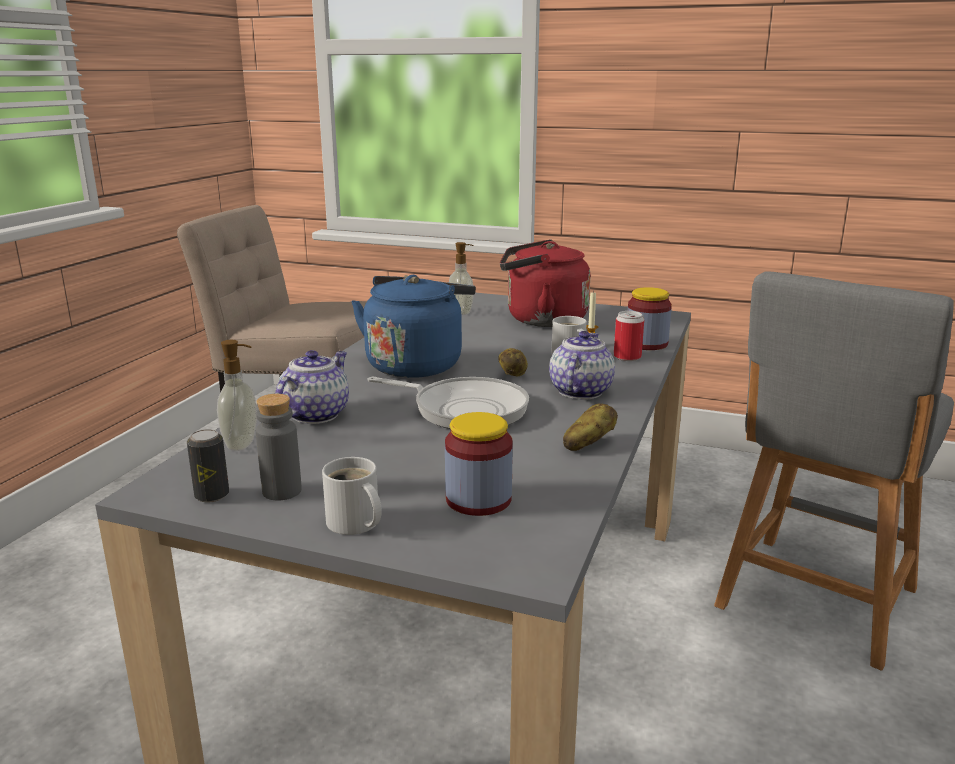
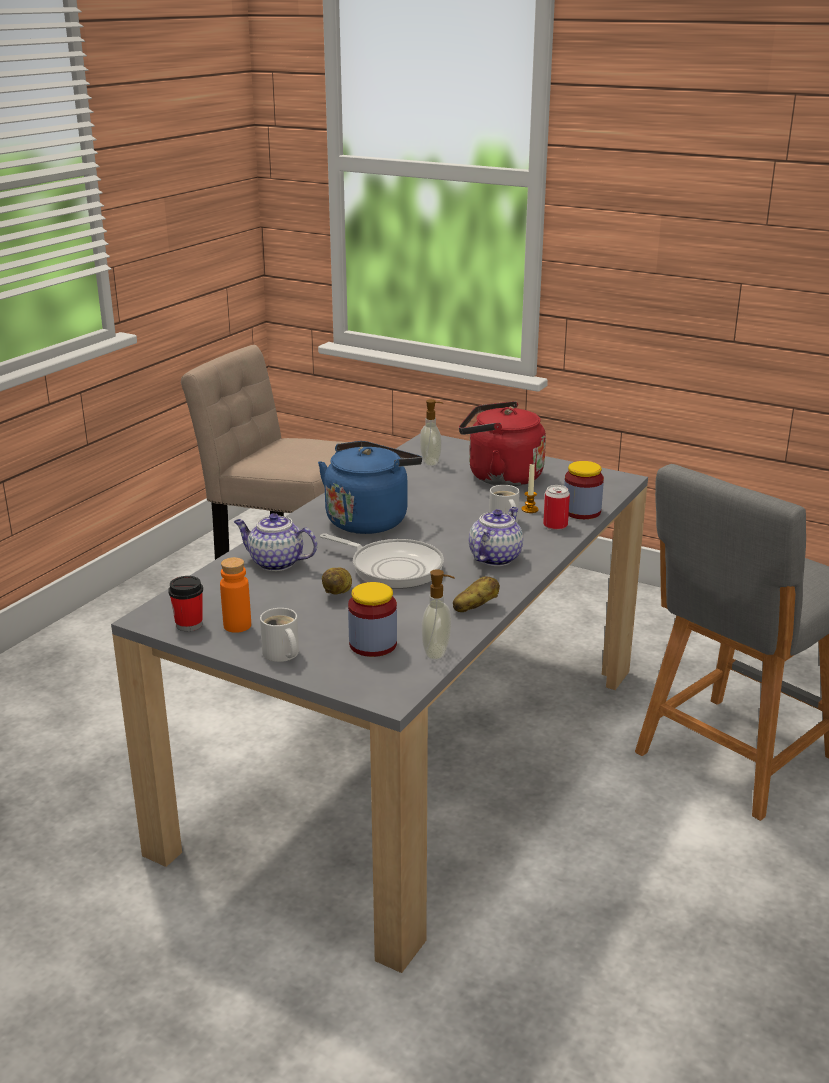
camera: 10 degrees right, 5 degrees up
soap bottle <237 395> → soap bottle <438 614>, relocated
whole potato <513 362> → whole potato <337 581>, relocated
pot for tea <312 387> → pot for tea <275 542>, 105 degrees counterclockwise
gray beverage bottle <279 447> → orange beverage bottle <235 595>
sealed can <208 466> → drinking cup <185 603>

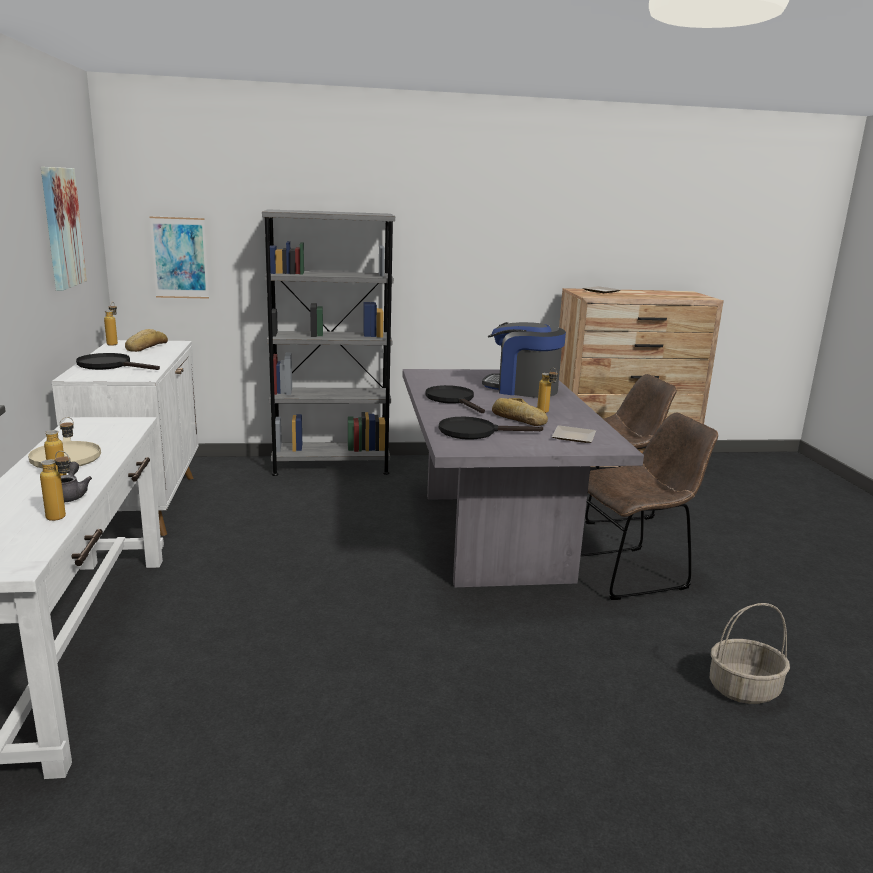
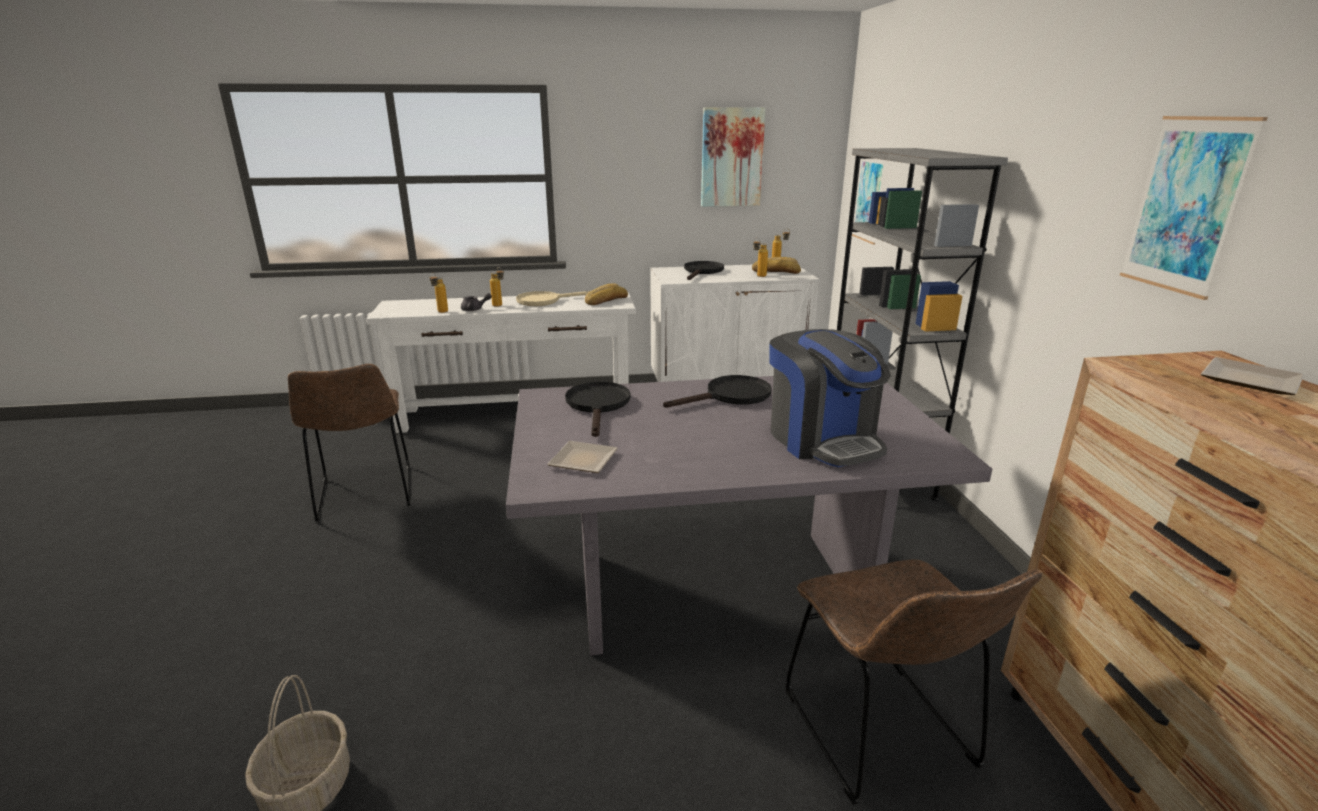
camera: 90 degrees right, 5 degrees up
coffee machine <524 360> → coffee machine <830 398>, 135 degrees clockwise
beverage bottle <547 390> → beverage bottle <760 257>, relocated
bakery bread <520 412> → bakery bread <606 294>, relocated
brown-coloured chair <649 506> → brown-coloured chair <349 442>, relocated
- → wall picture <1194 208>

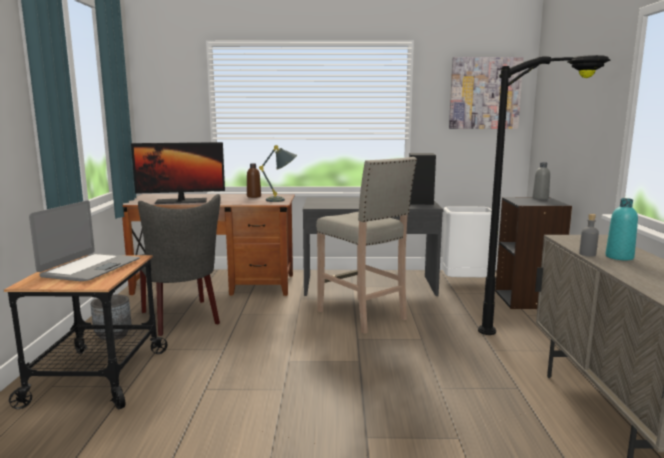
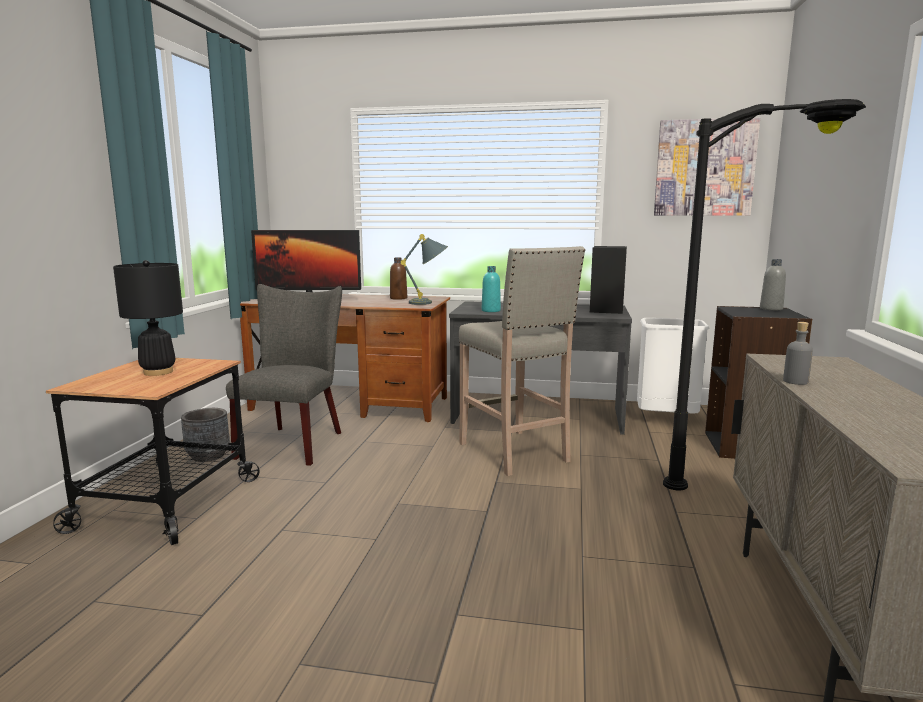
camera: 10 degrees right, 0 degrees up
gray chair <179 265> → gray chair <284 375>, 150 degrees counterclockwise
turquoise beverage bottle <622 229> → turquoise beverage bottle <491 289>, relocated
portable computer <84 241> → blackish lamp for a table <148 318>

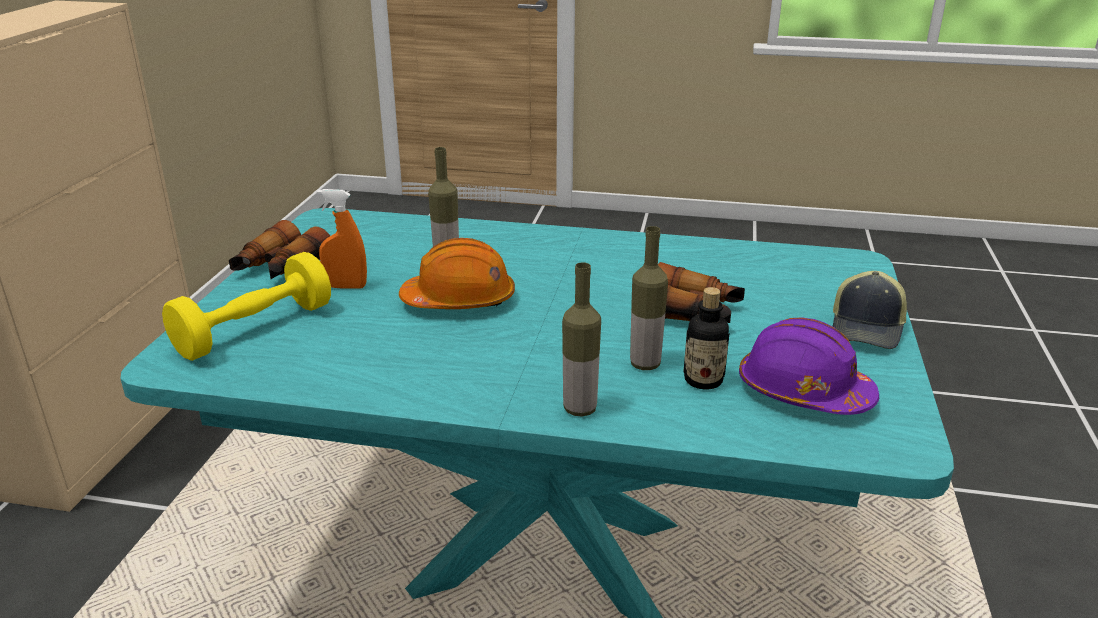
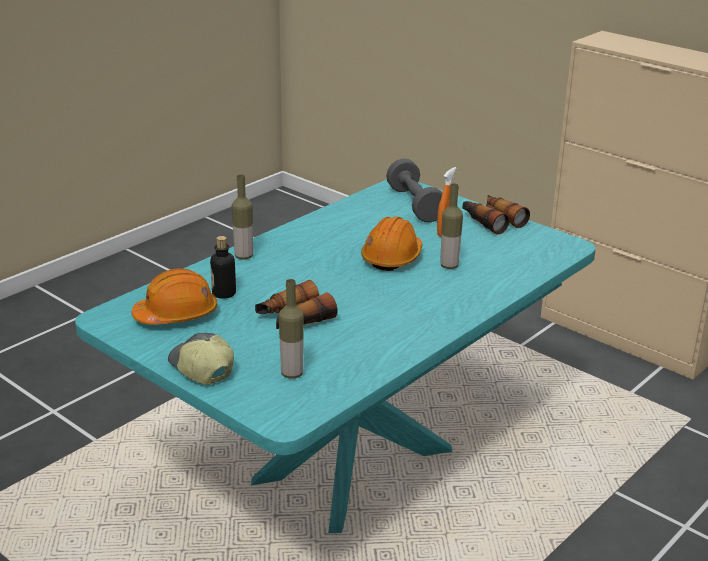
camera: 120 degrees right, 0 degrees up
beverage bottle <649 298> → beverage bottle <291 329>, relocated
yellow-coloured hand weight <246 306> → gray hand weight <414 190>
purple safety helmet <809 366> → orange safety helmet <174 296>

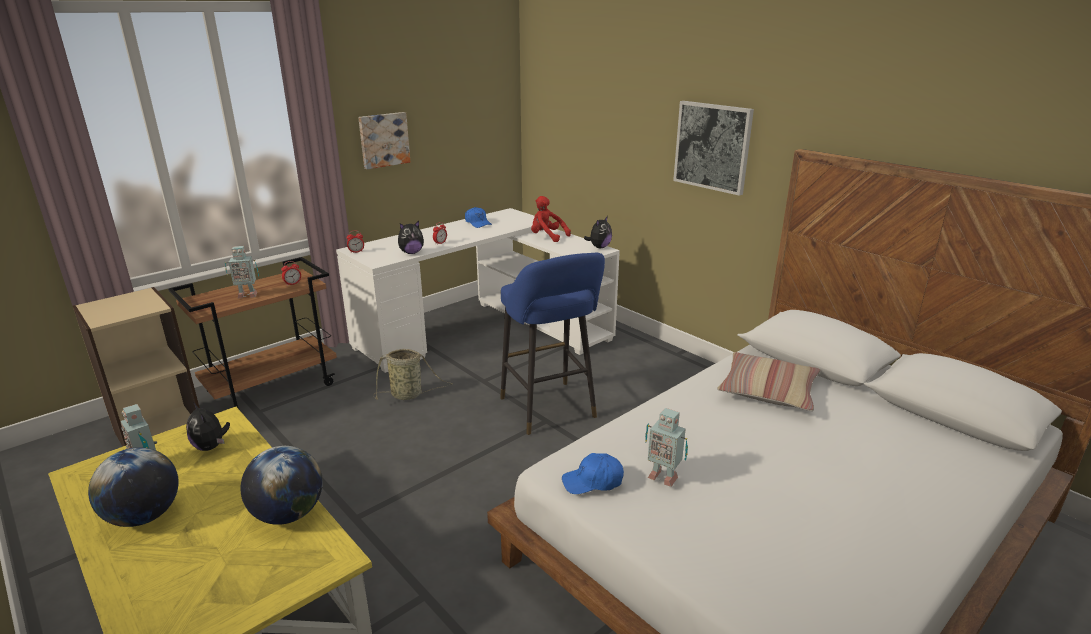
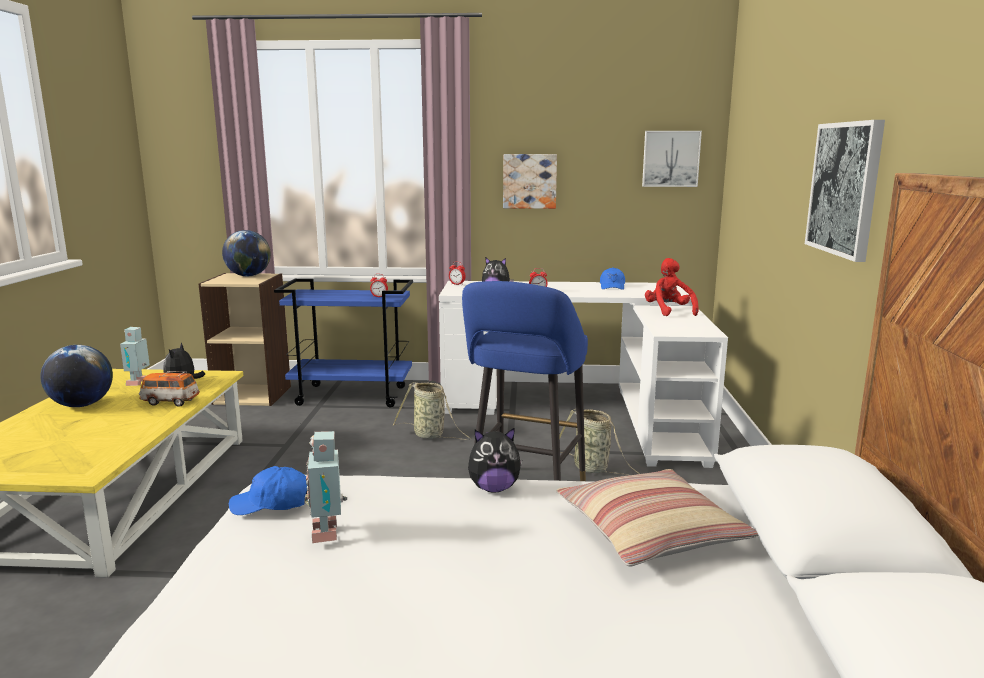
camera: 45 degrees right, 10 degrees down
plush toy <598 232> → plush toy <495 460>, relocated
robot figure <242 272> → -
brown-coloured wheeled cart <252 333> → blue-coloured wheeled cart <343 343>
world globe <281 485> → world globe <246 253>, relocated
blue-coloured cap <593 473> → blue-coloured cap <268 490>, 45 degrees counterclockwise
- → wall picture <672 159>
- → toy car <169 389>
- → storage basket <599 442>

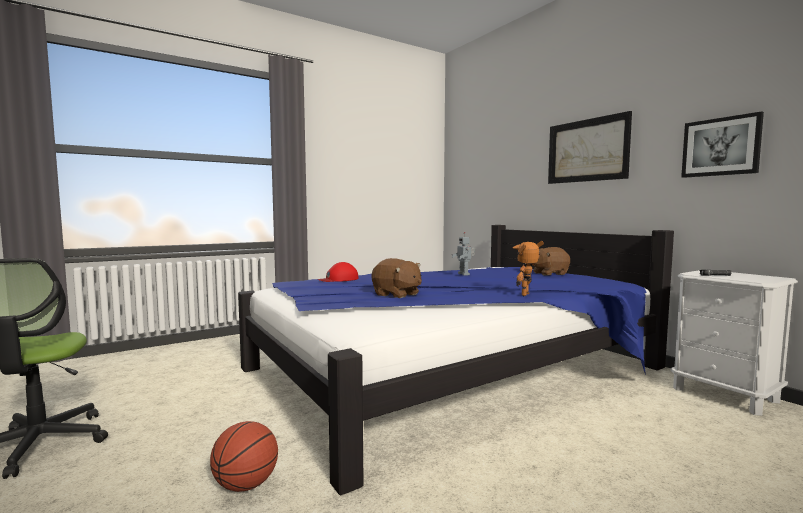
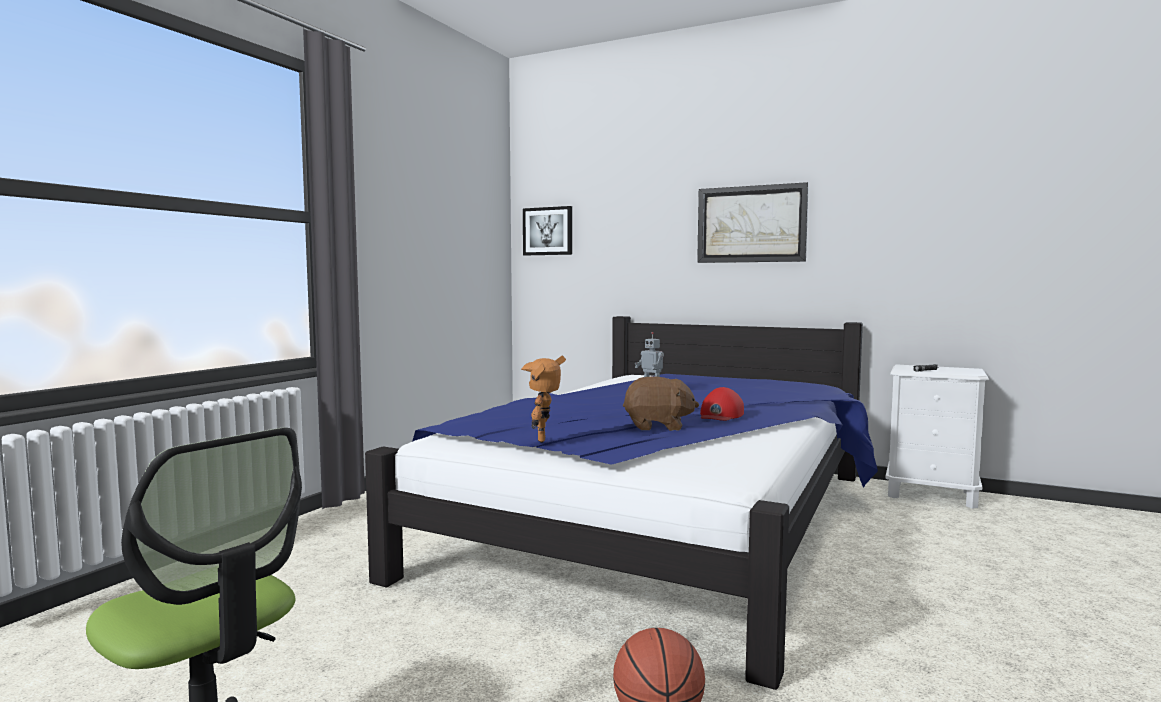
camera: 30 degrees left, 0 degrees up
wall picture <722 144> → wall picture <547 230>, relocated
robot figure <528 268> → robot figure <543 399>, relocated
brown-coloured plush toy <551 261> → -
reddish cap <338 272> → reddish cap <722 404>, relocated

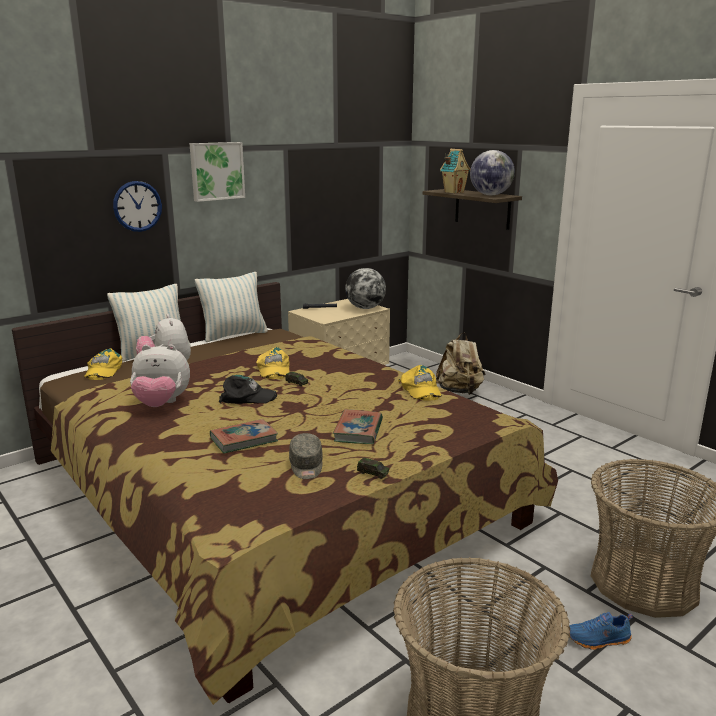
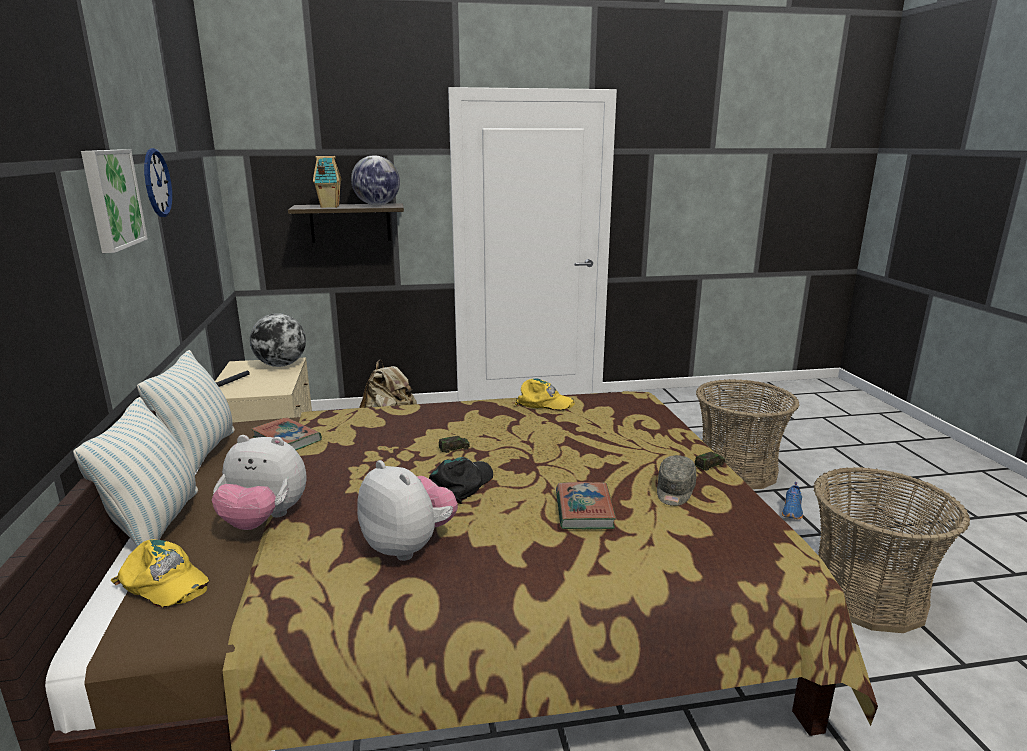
camera: 60 degrees left, 0 degrees up
wall clock <137 206> → wall clock <158 182>, relocated
plush toy <160 376> → plush toy <407 510>, 75 degrees counterclockwise
yellow-coloured cap <273 363> → -
volume <358 426> → volume <286 433>, relocated
gray cap <305 456> → gray cap <676 480>, 90 degrees clockwise

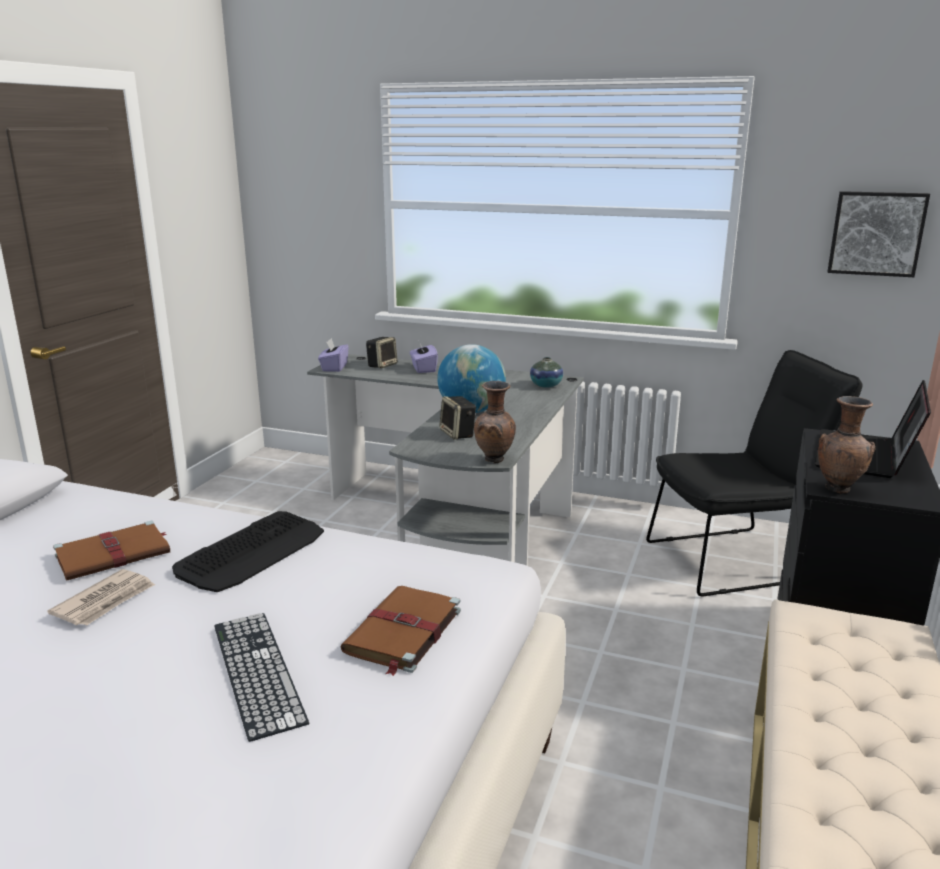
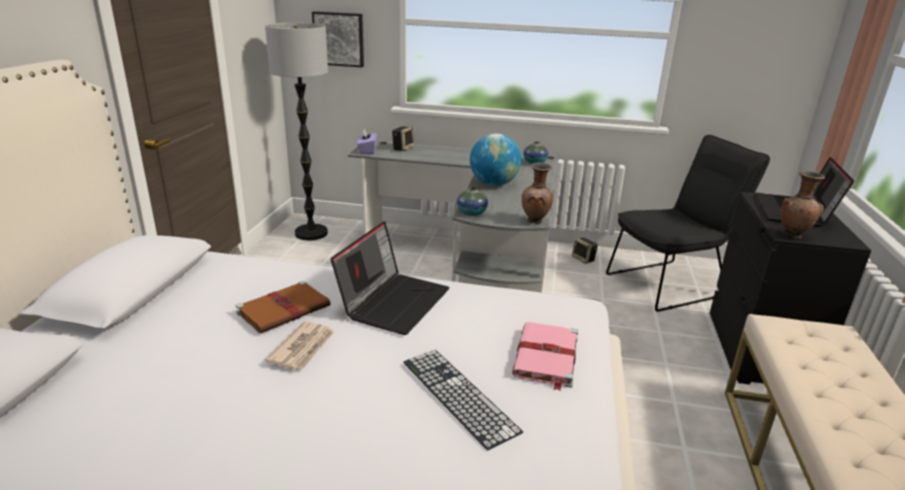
camera: 10 degrees left, 5 degrees up
wall picture <878 234> → wall picture <338 39>, relocated
purple tissue box <424 358> → -
speaker <457 418> → speaker <585 250>, relocated
keyboard <248 551> → portable computer <390 278>
brown-coloured volume <401 631> → pink-coloured volume <545 356>
- → floor lamp <296 131>
- → flower vase <472 201>

